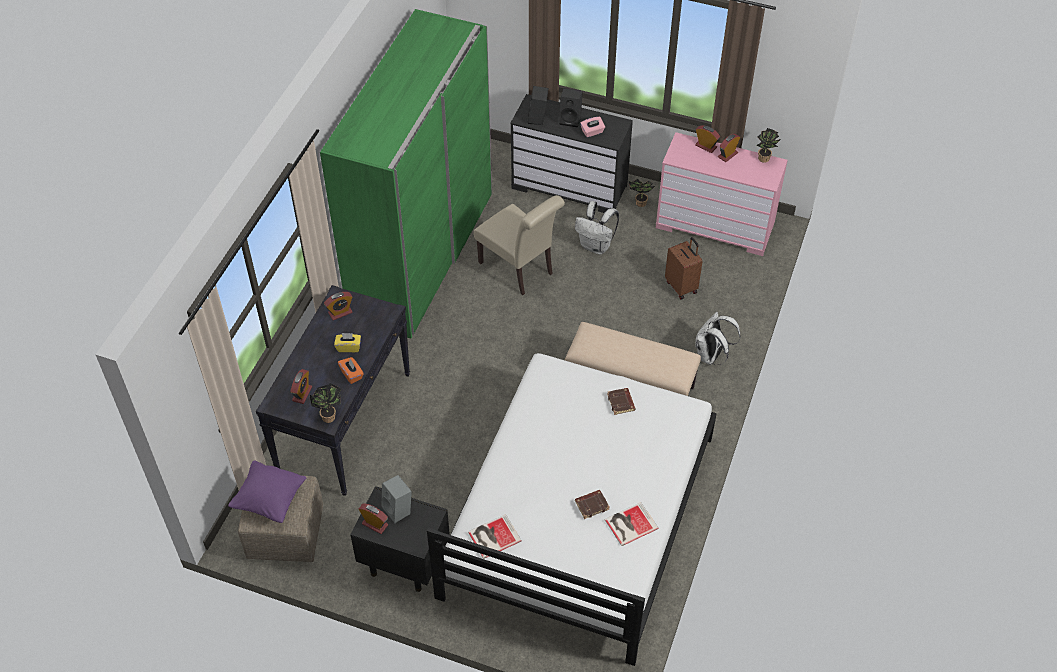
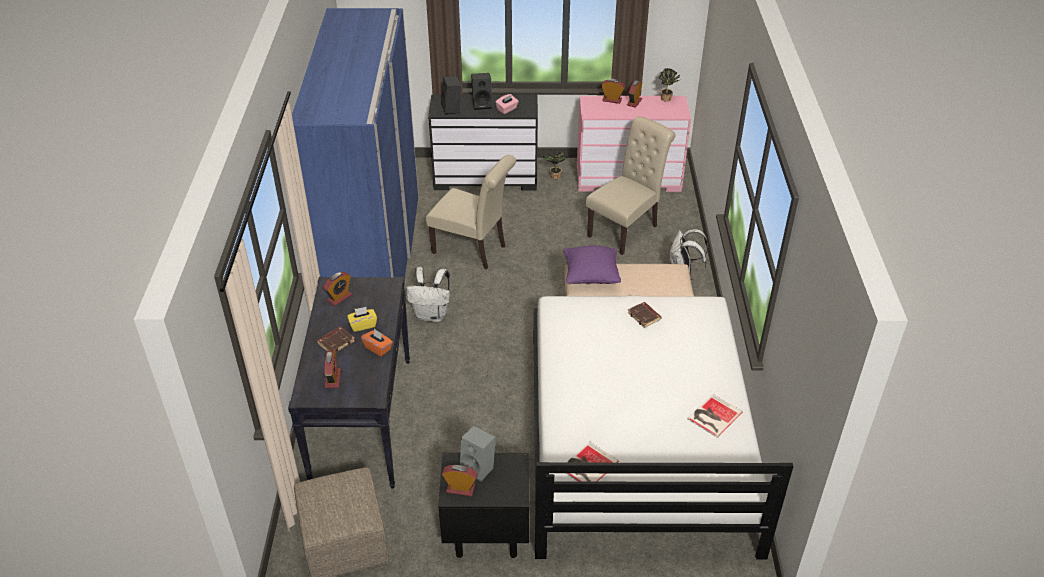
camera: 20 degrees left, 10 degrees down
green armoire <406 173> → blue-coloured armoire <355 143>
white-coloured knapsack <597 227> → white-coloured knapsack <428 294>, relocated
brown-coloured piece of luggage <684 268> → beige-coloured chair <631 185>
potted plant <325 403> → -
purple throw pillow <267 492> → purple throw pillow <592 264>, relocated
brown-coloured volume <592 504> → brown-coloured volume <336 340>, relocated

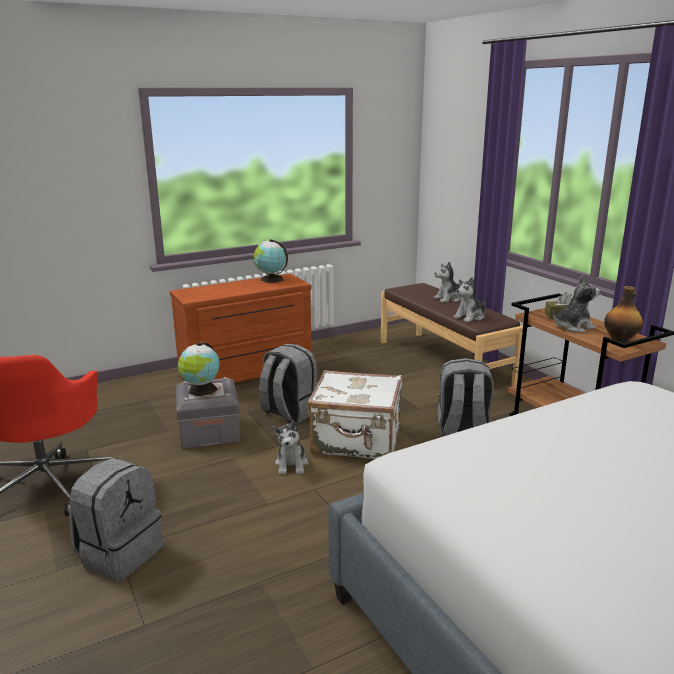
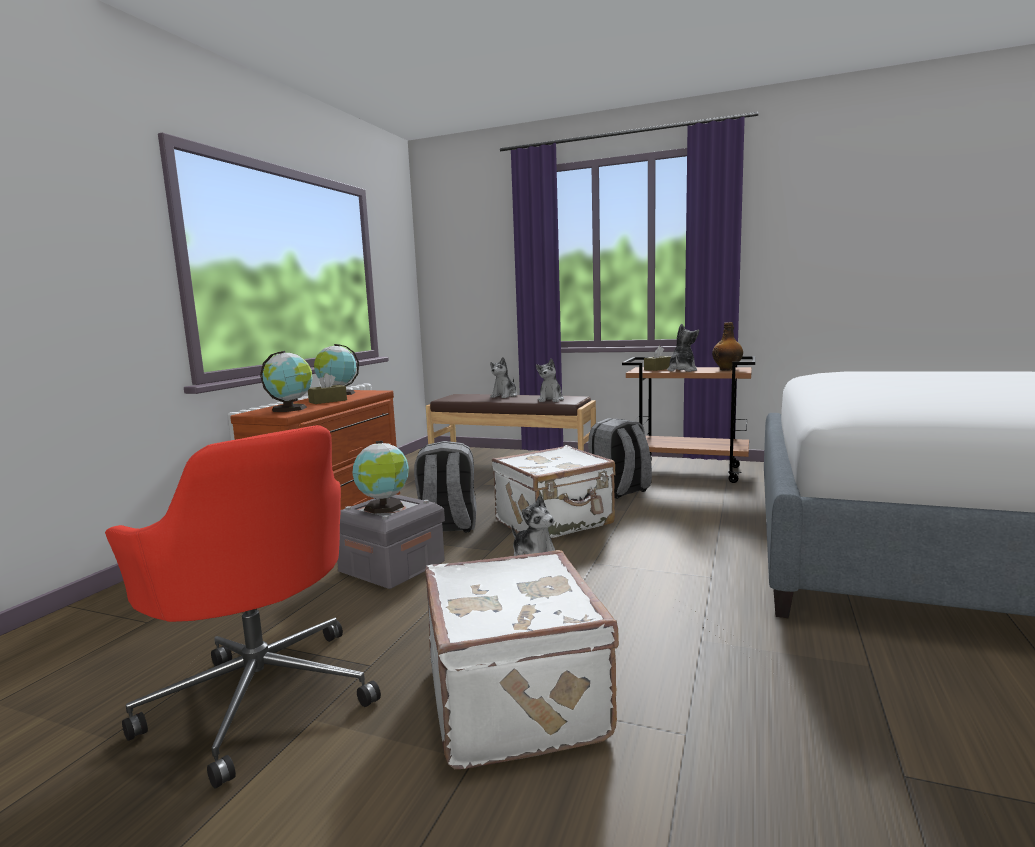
camera: 40 degrees left, 10 degrees down
gray knapsack <116 520> → white-coloured piece of luggage <522 659>
- → world globe <286 381>
- → brown-coloured tissue box <327 388>

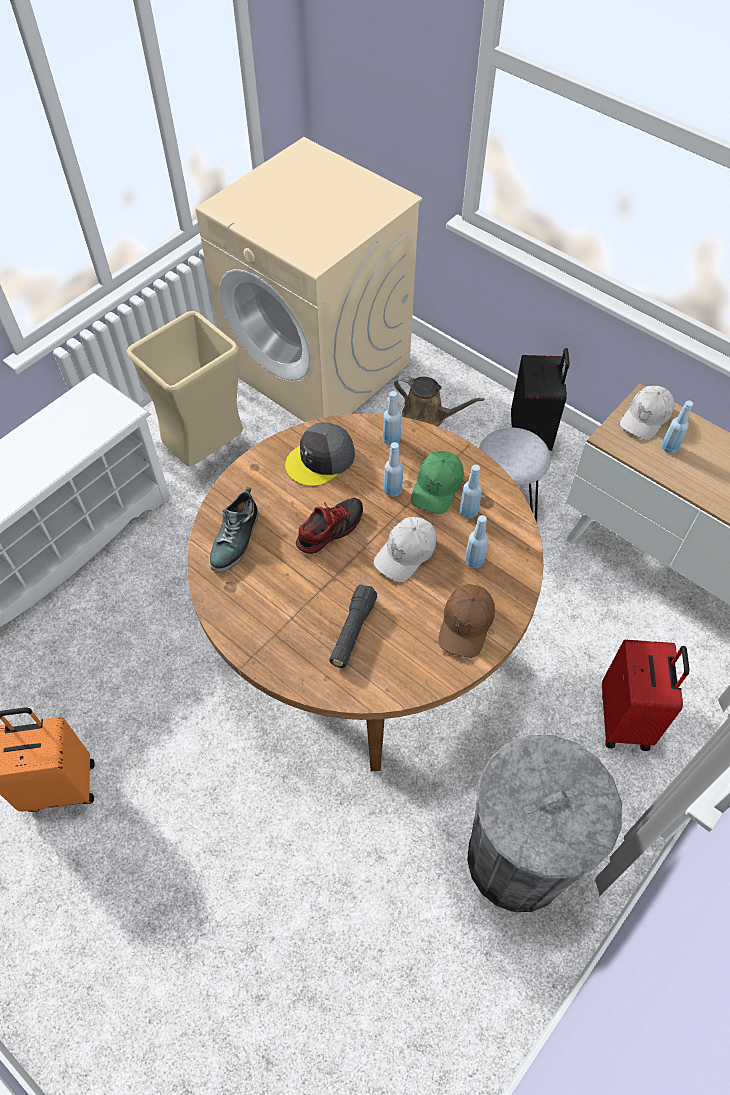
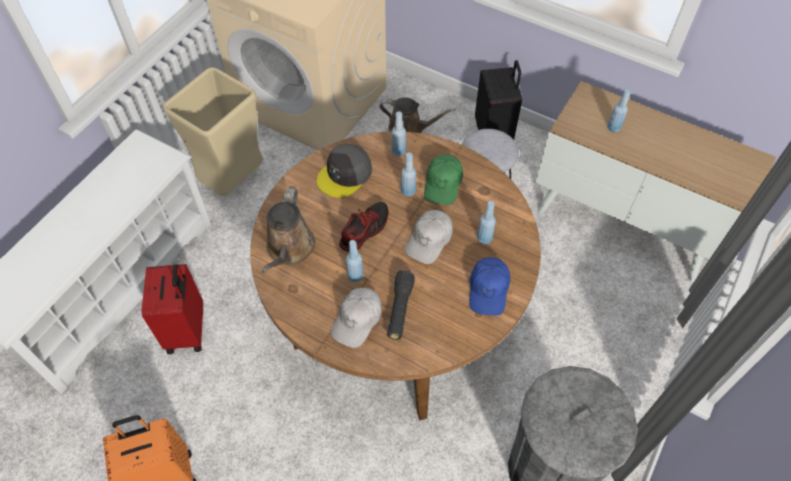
camera: 10 degrees left, 0 degrees up
white-coloured cap <647 413> → white-coloured cap <356 317>, relocated
blue-coloured beverage bottle <470 491> → blue-coloured beverage bottle <355 261>, relocated
shoe <234 529> → brown-coloured watering pot <288 230>
brown-coloured cap <466 621> → blue-coloured cap <489 286>
reddish piece of luggage <645 695> → reddish piece of luggage <172 309>, relocated

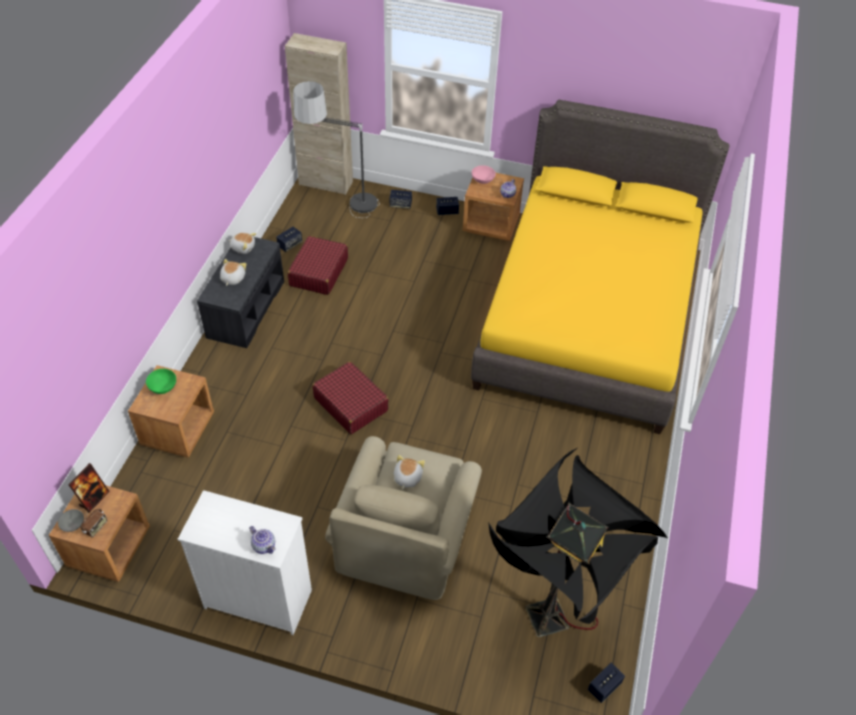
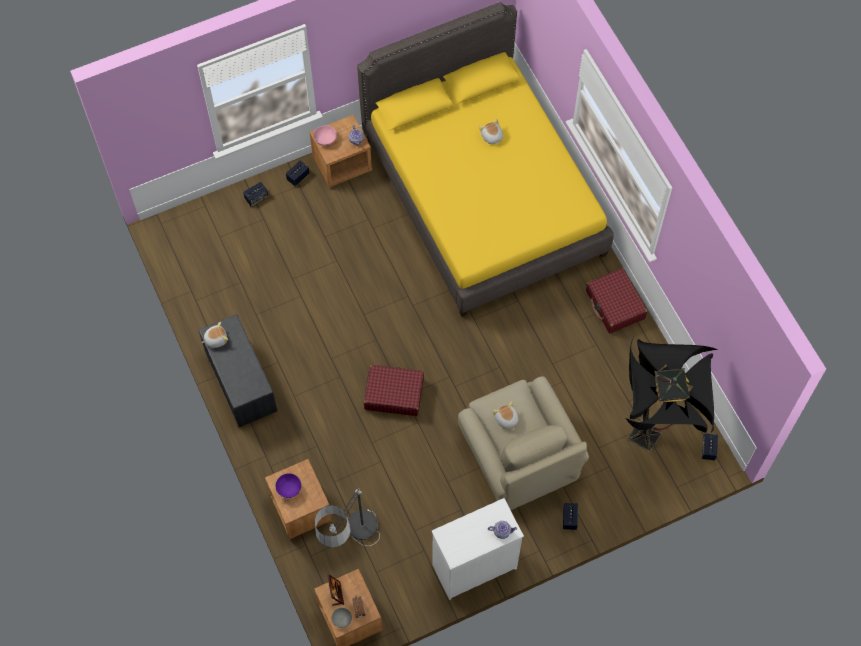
camera: 40 degrees left, 15 degrees up
beige-coloured cupboard <319 114> → -
floor lamp <336 149> → floor lamp <347 517>, relocated
speaker <289 239> → speaker <570 516>, relocated
reddish piece of luggage <318 265> → reddish piece of luggage <616 301>, relocated
plush toy <233 272> → plush toy <491 132>, relocated
green serving bowl <161 381> → purple serving bowl <288 485>

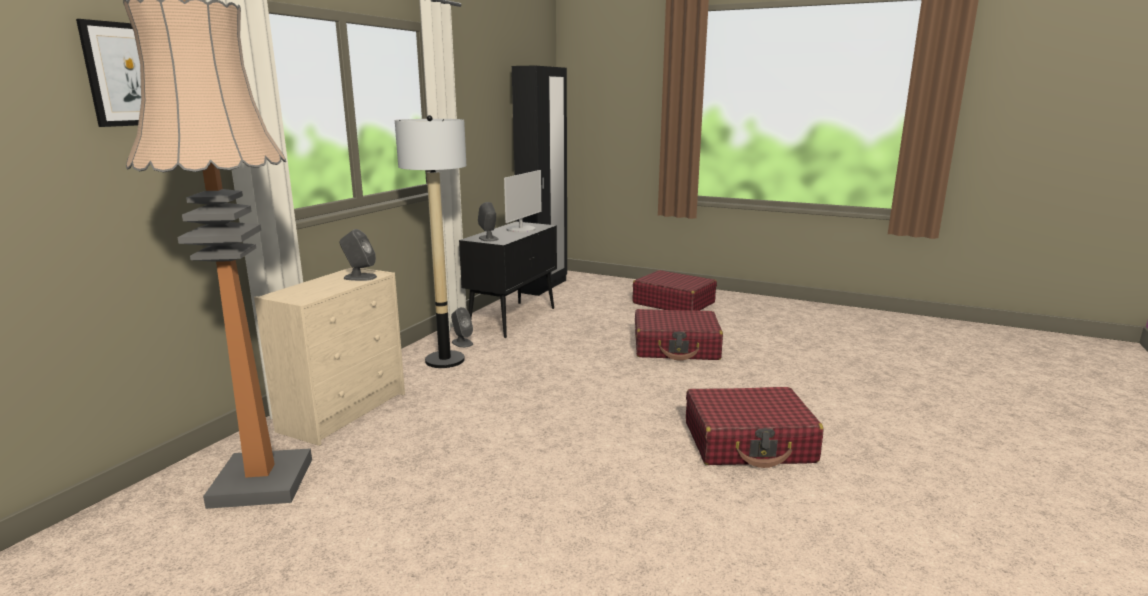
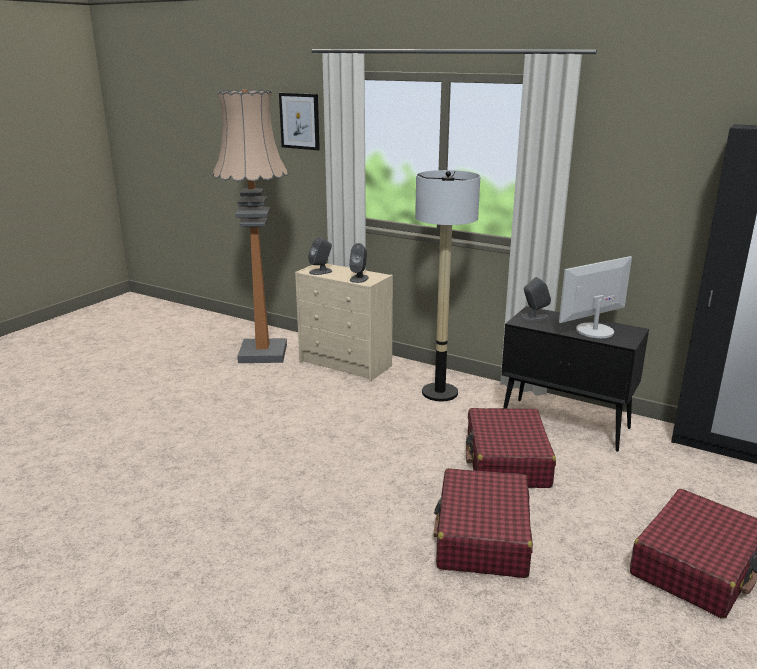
camera: 95 degrees right, 5 degrees up
monitor <523 201> → monitor <595 297>, 120 degrees clockwise
gray speaker <462 327> → gray speaker <320 256>, relocated
reddish piece of luggage <755 427> → reddish piece of luggage <511 448>, relocated

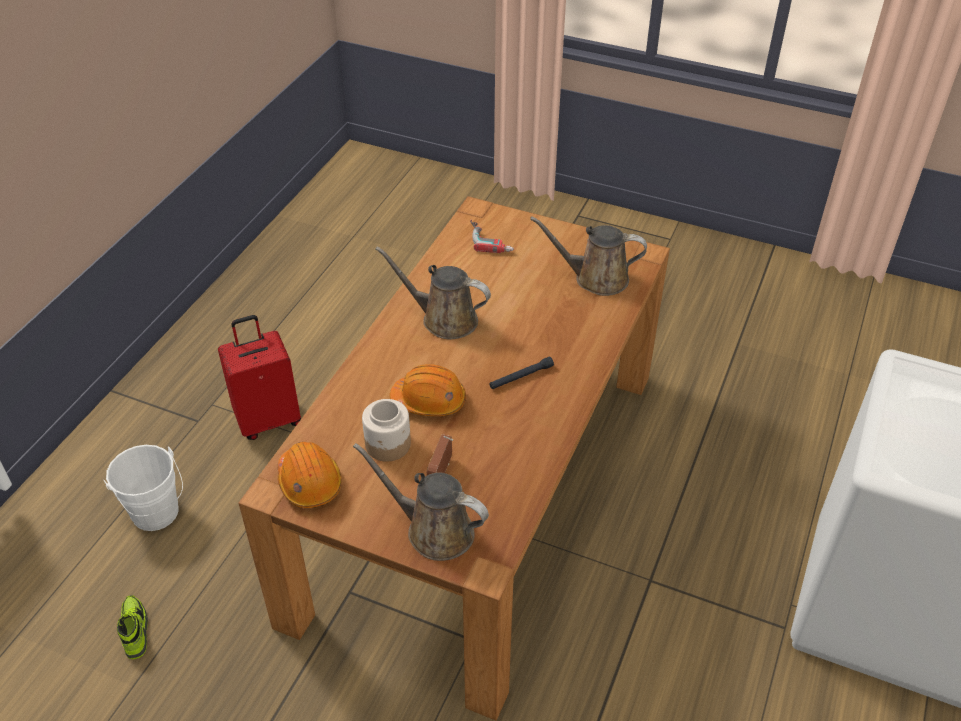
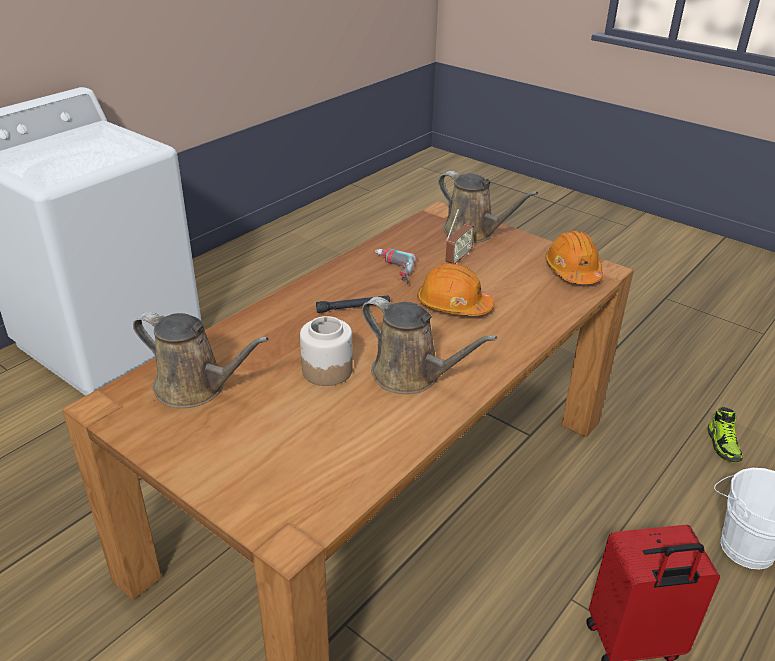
camera: 165 degrees left, 10 degrees down
power drill <492 236> → power drill <395 266>, relocated
preserve jar <386 430> → preserve jar <326 351>, relocated

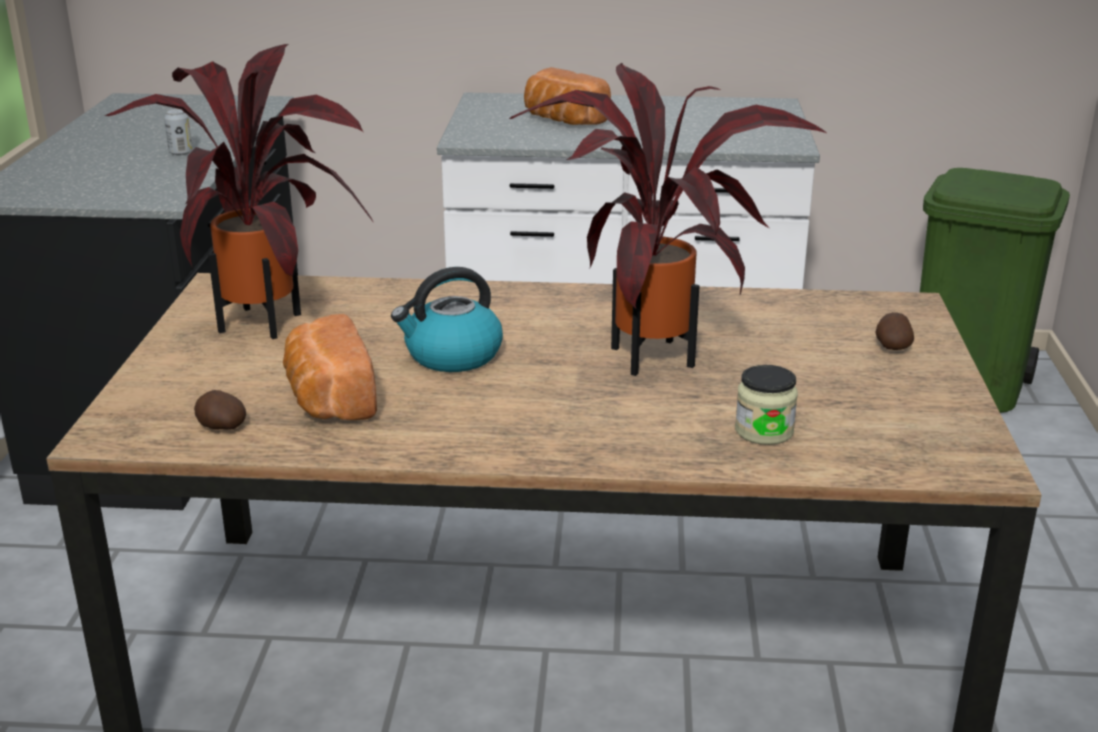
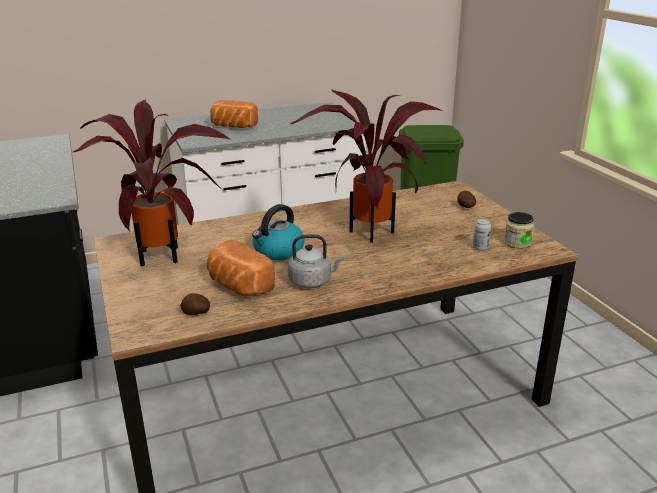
camera: 25 degrees left, 0 degrees up
sealed can <178 132> → sealed can <482 235>, relocated
preserve jar <766 405> → preserve jar <519 230>, relocated
- → gray water kettle <316 261>

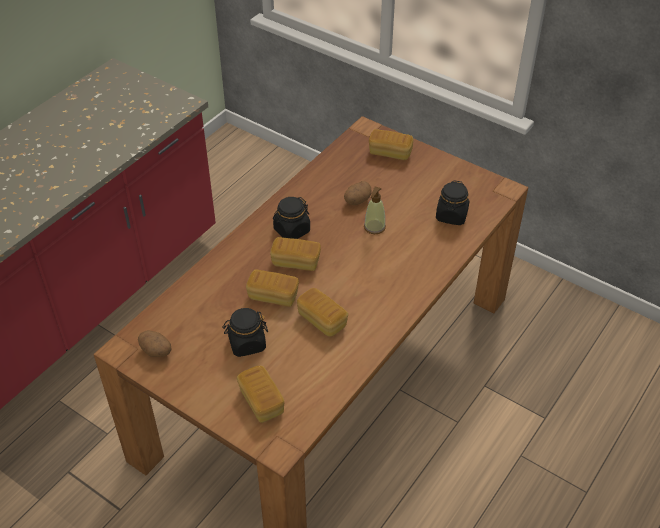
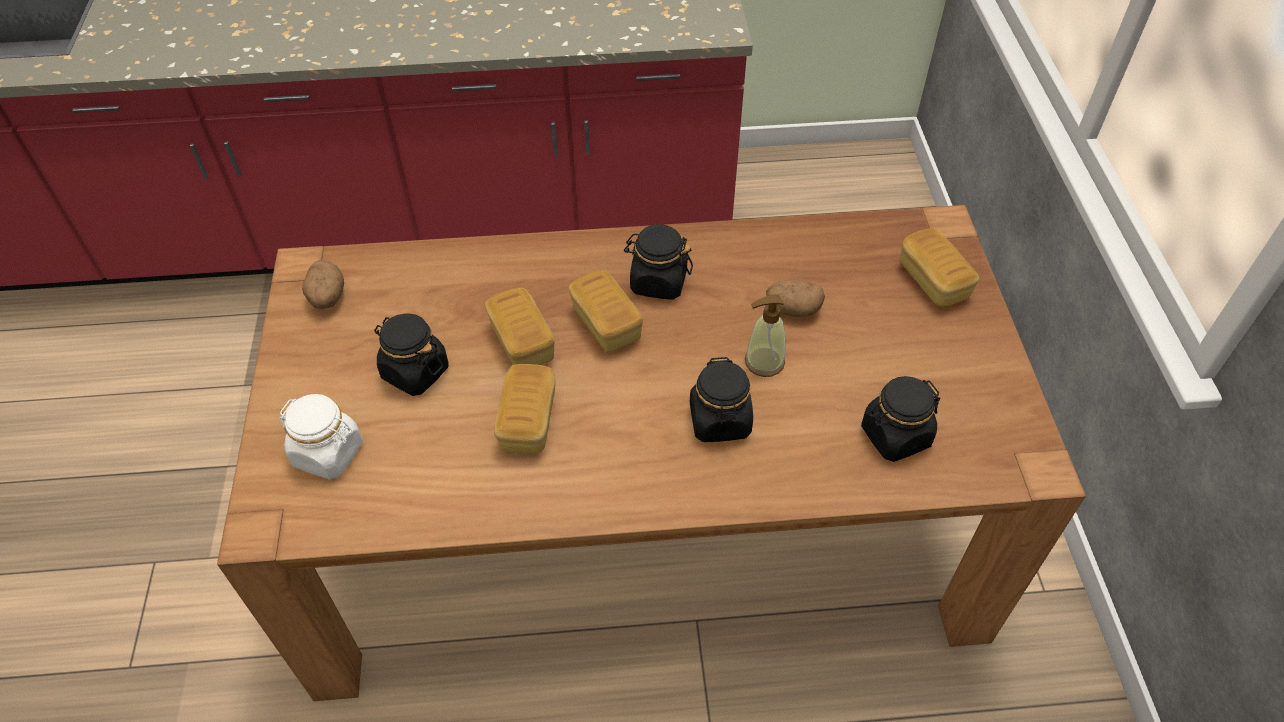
camera: 50 degrees right, 5 degrees up
bakery bread <261 394> → white-coloured preserve jar <321 437>
- → blackish preserve jar <721 399>

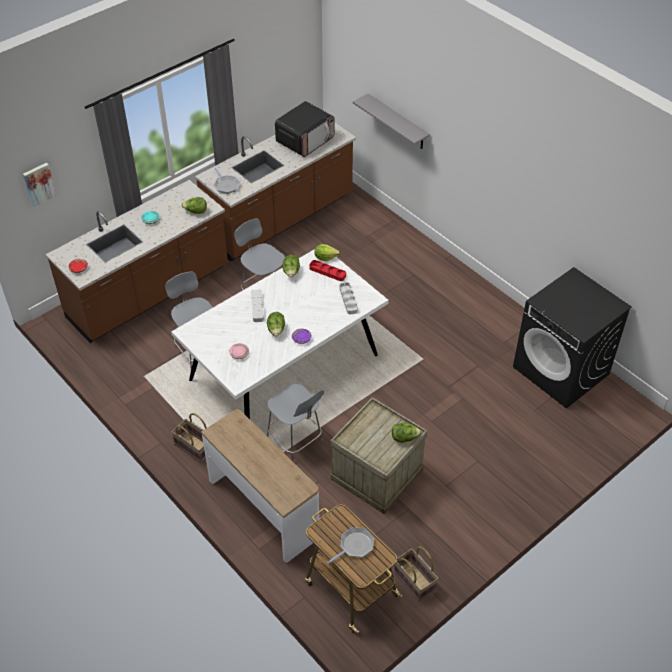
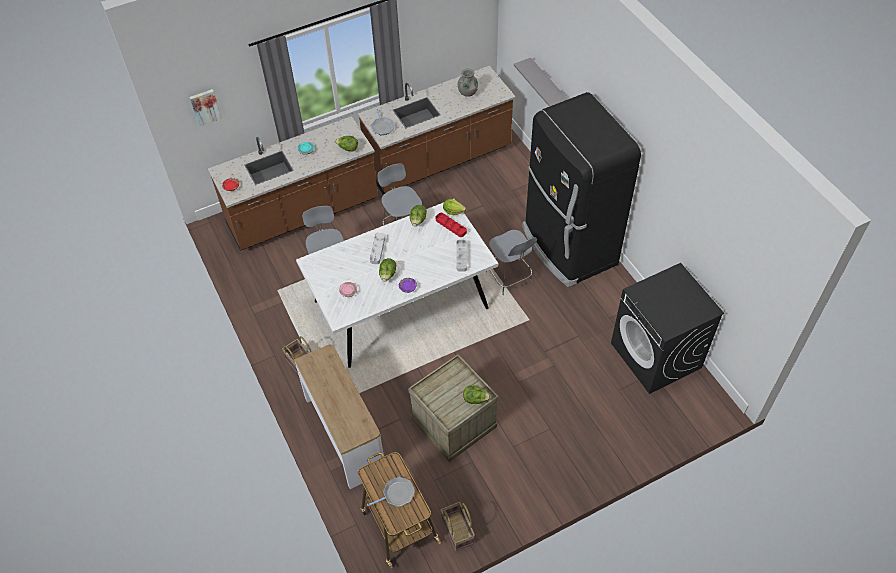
camera: 15 degrees right, 5 degrees up
kitchen microwave <304 129> → gray flower vase <468 82>
gray chair <295 422> → gray chair <511 262>, relocated
- → blackish kitchen fridge <581 189>

